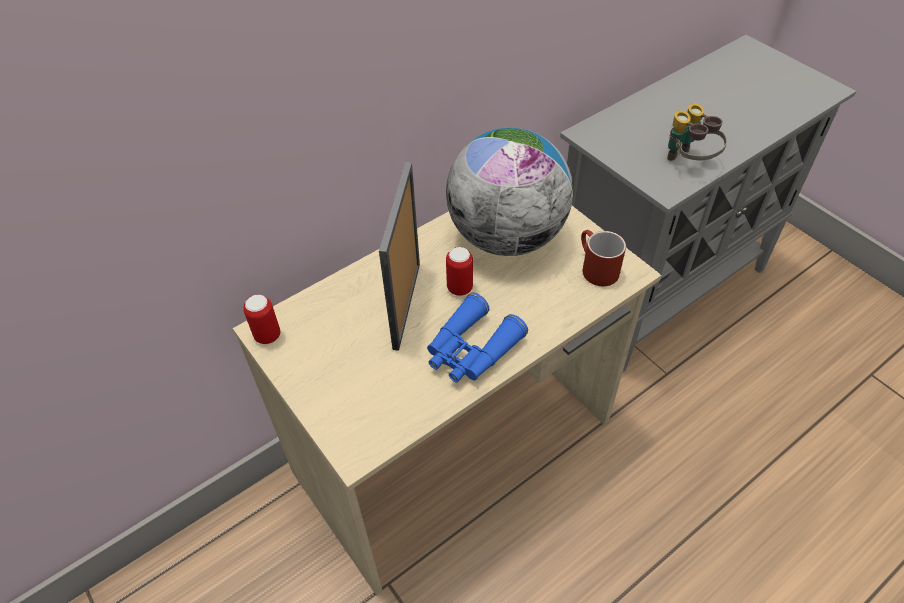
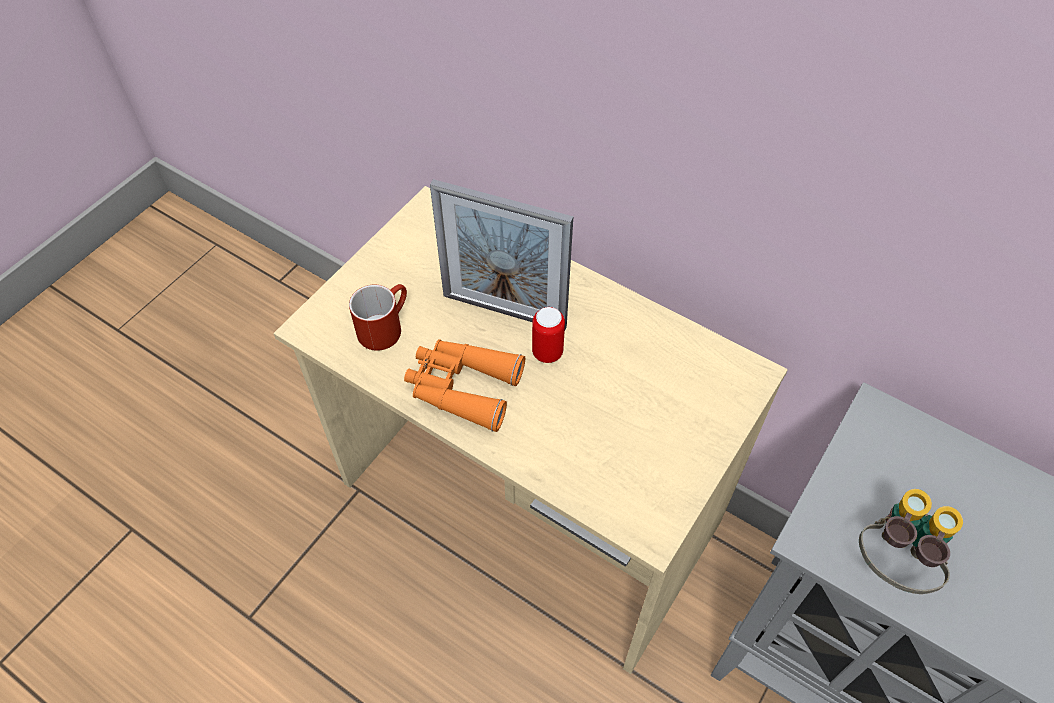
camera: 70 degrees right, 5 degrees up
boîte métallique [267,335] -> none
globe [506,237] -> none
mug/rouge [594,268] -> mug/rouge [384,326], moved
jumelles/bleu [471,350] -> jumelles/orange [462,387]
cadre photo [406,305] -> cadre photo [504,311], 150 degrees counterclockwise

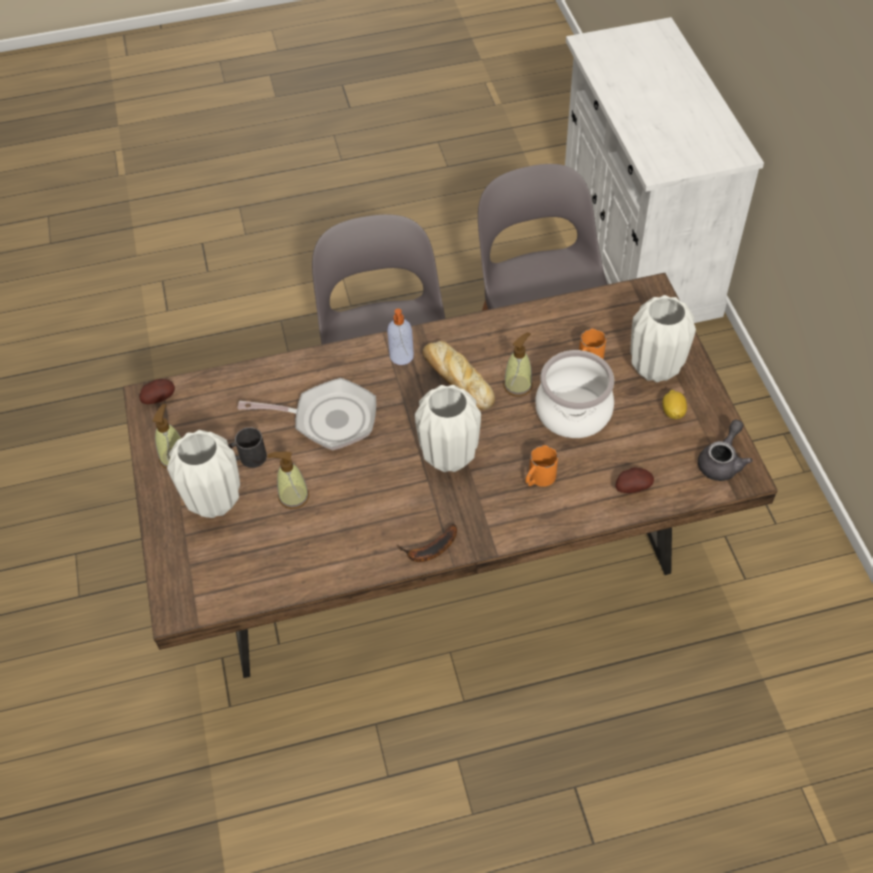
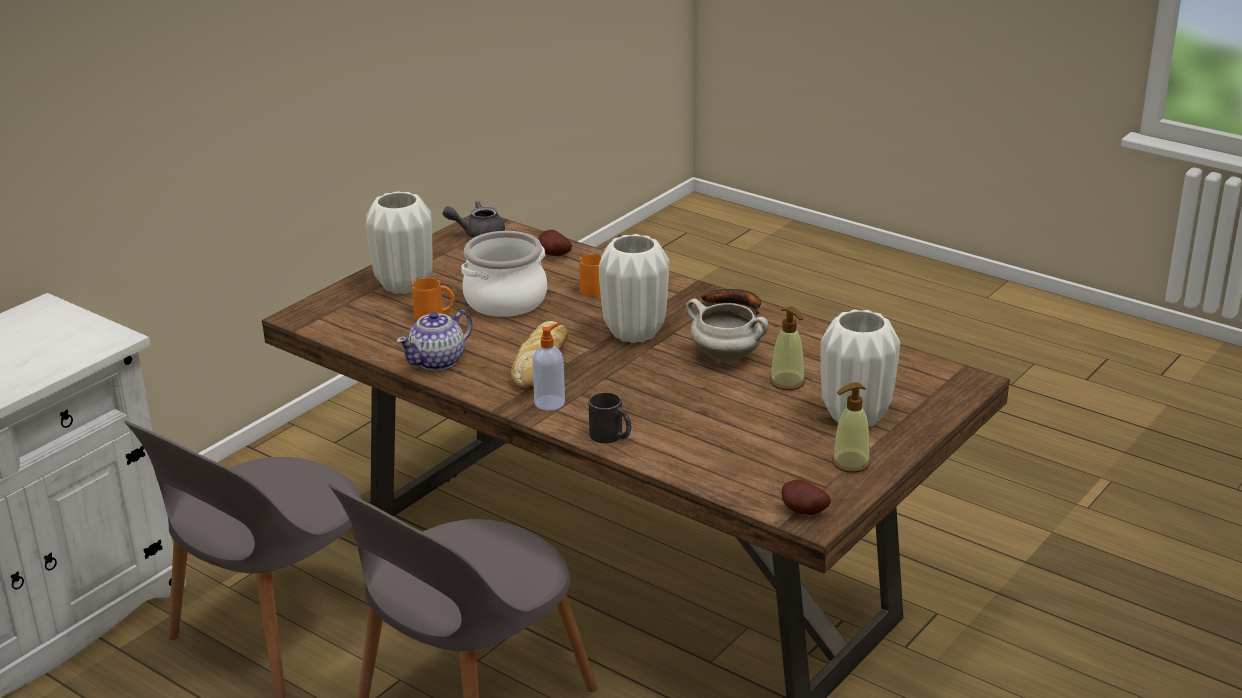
camera: 130 degrees left, 25 degrees down
poêle [328,419] -> none
distributeur de savon [518,385] -> none
citron [673,412] -> none
none -> théière [438,361]
none -> marmite/blanc [727,356]
mug/noir [247,458] -> mug/noir [611,436], moved

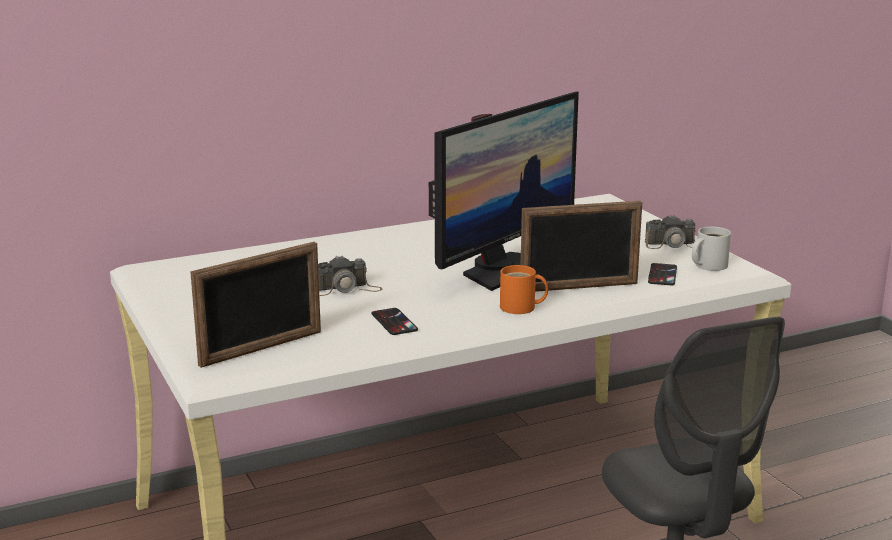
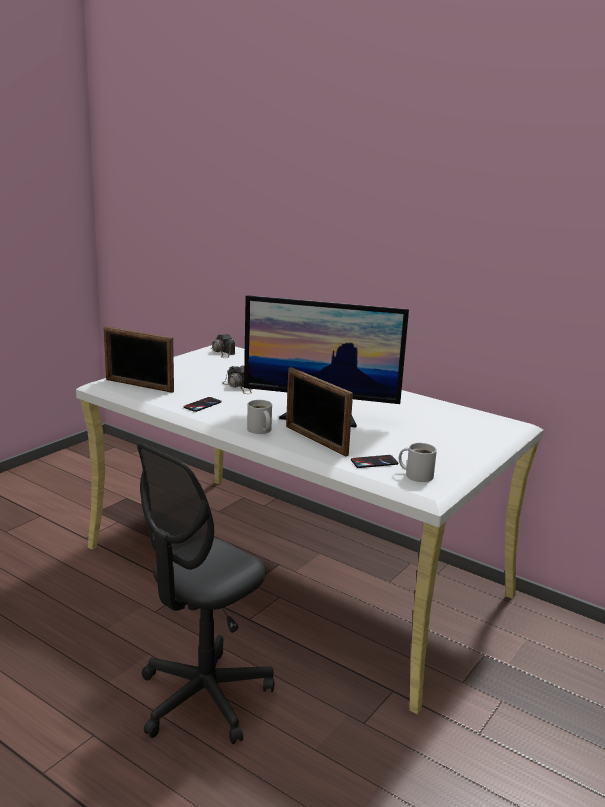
camera: 60 degrees right, 0 degrees up
appareil photo [676,245] -> appareil photo [222,352], moved
mug/orange [521,308] -> mug/blanc [259,430]

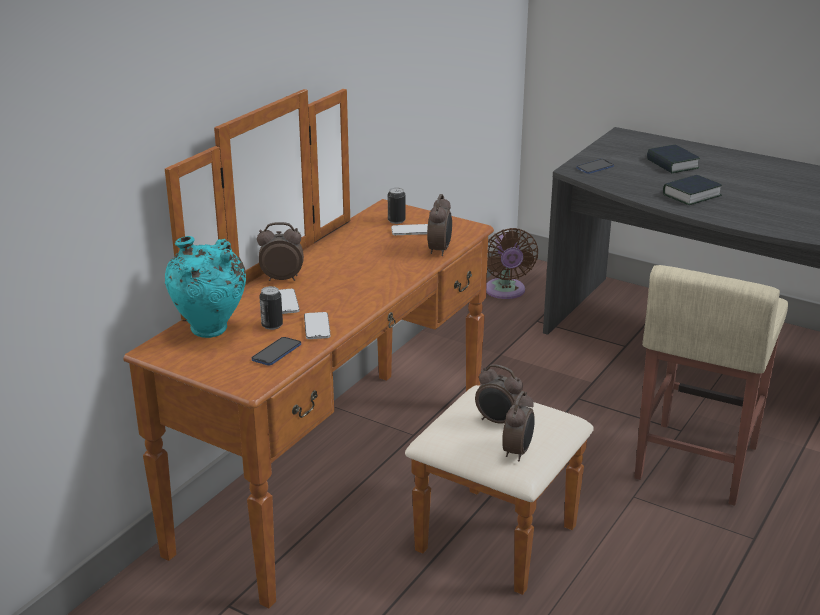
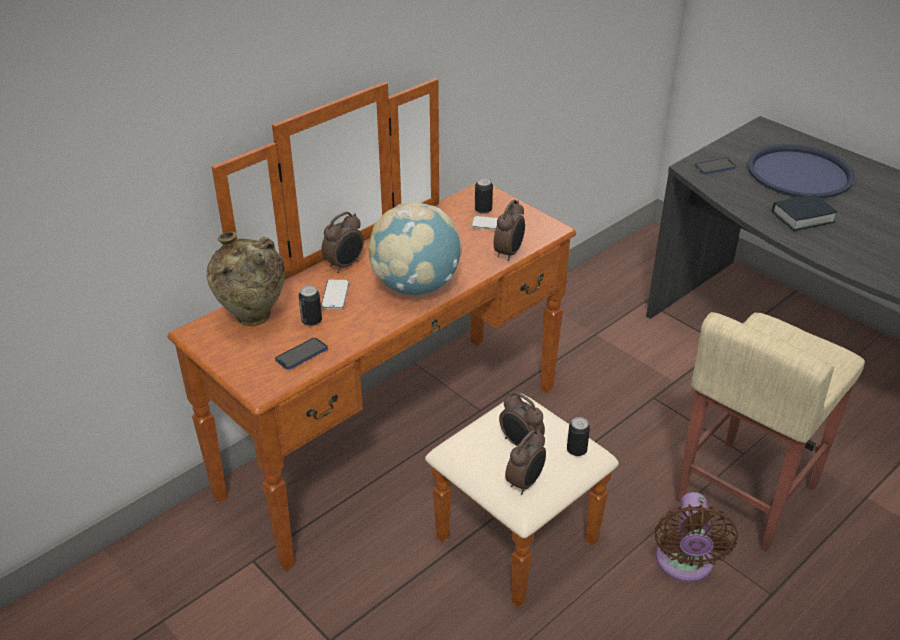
camera: 15 degrees right, 10 degrees up
téléphone [317,327] -> none
none -> globe [415,286]
none -> boîte métallique [576,450]
ventilateur/marron [505,292] -> ventilateur/marron [684,565], moved
livre [672,164] -> plateau/bleu [799,173]
vase/turquoise [211,332] -> vase/beige [253,320]
réveil [282,278] -> réveil [345,265], 120 degrees clockwise

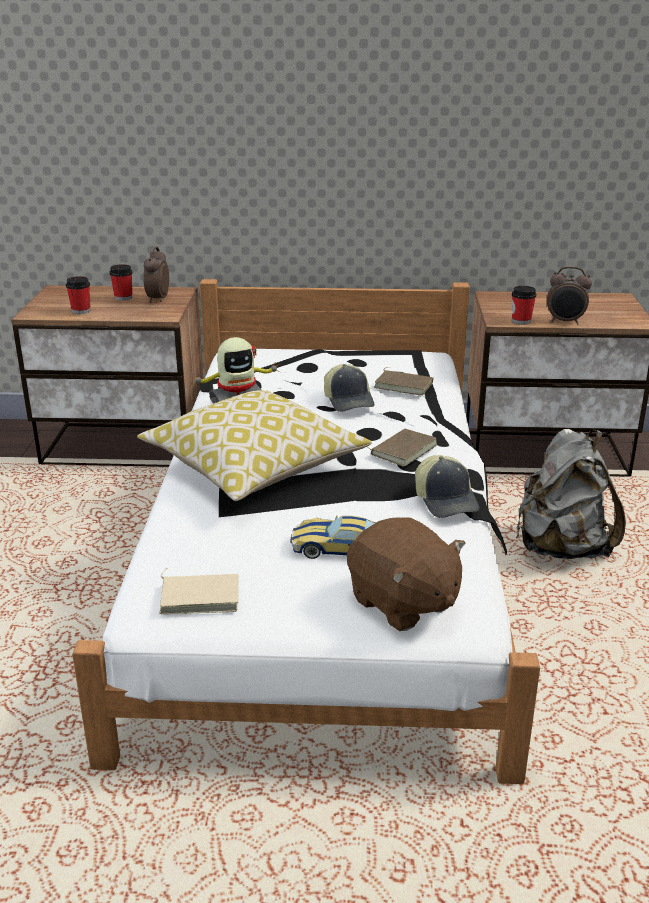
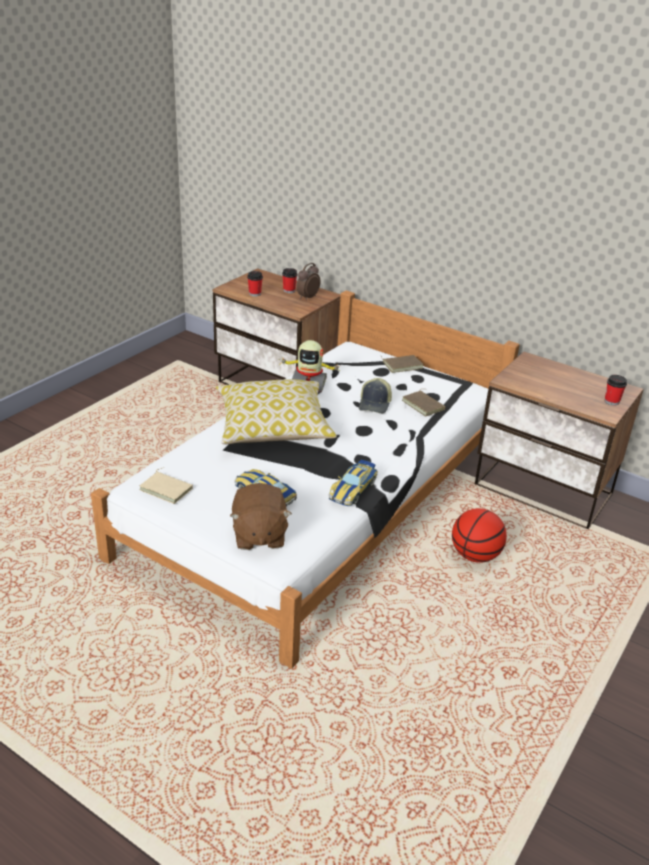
camera: 30 degrees right, 5 degrees up
réveil [565,322] -> none
livre/marron [402,450] -> livre/marron [402,365], moved
tasse [521,321] -> tasse [611,401], moved
casquette [446,500] -> petite voiture [353,489]
sac à dos/gris [561,548] -> ballon de basket [475,555]

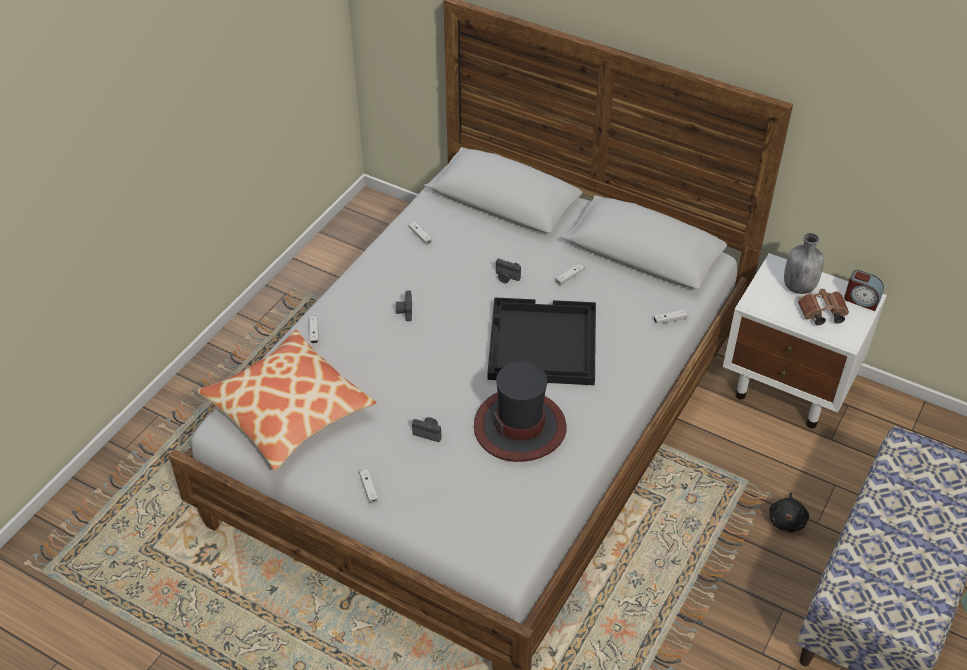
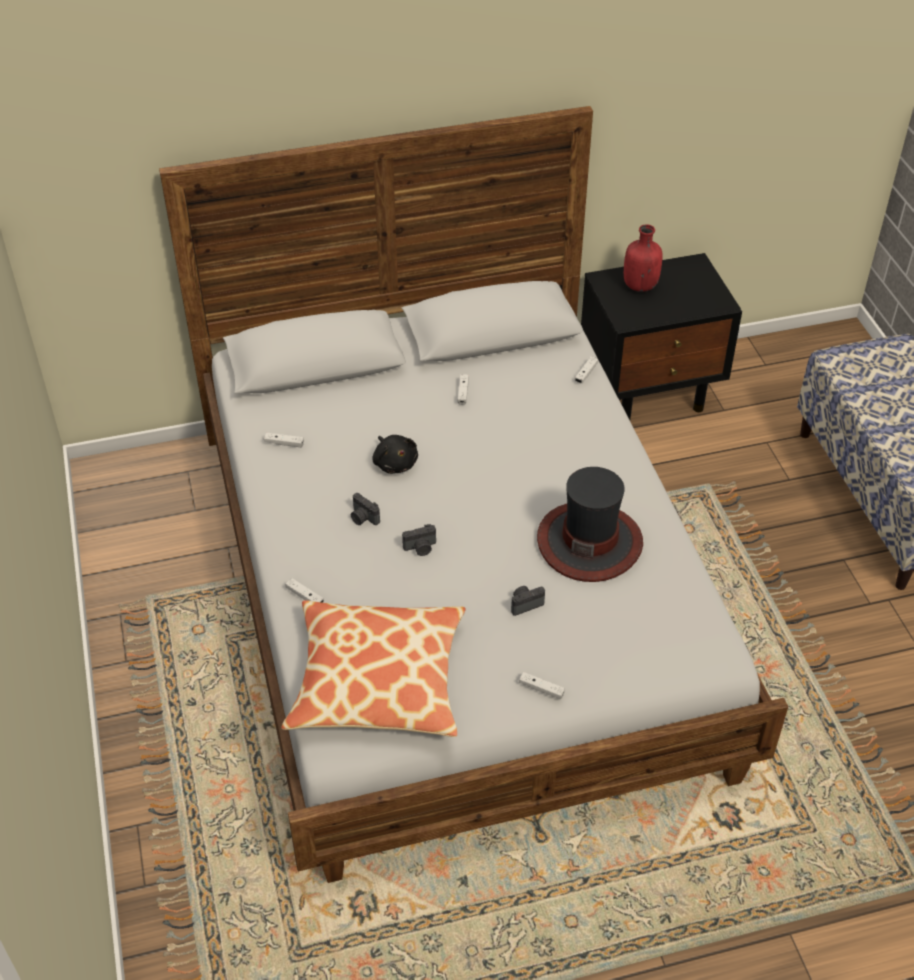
camera: 45 degrees left, 0 degrees up
plateau/noir [541,344] -> none
jumelles/marron [821,314] -> none
réveil [861,300] -> none
appareil photo [506,278] -> appareil photo [420,548], moved
peluche/noir [787,520] -> peluche/noir [395,463], moved
table de chevet/blanc [789,387] -> table de chevet/noir [650,391]
bouteille/gris [798,286] -> bouteille/rouge [639,285]

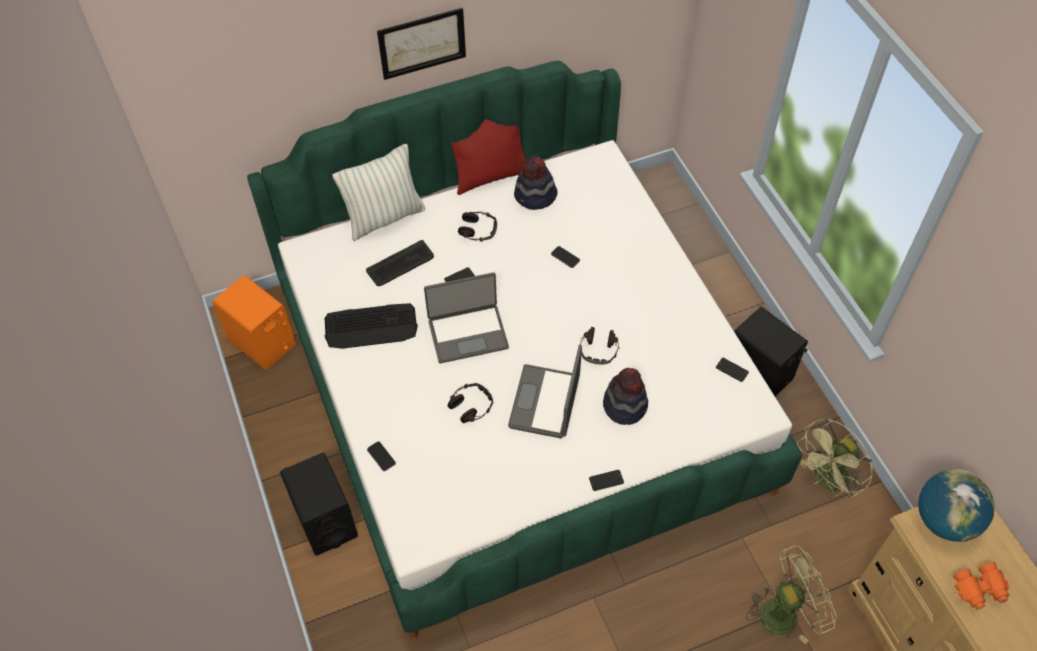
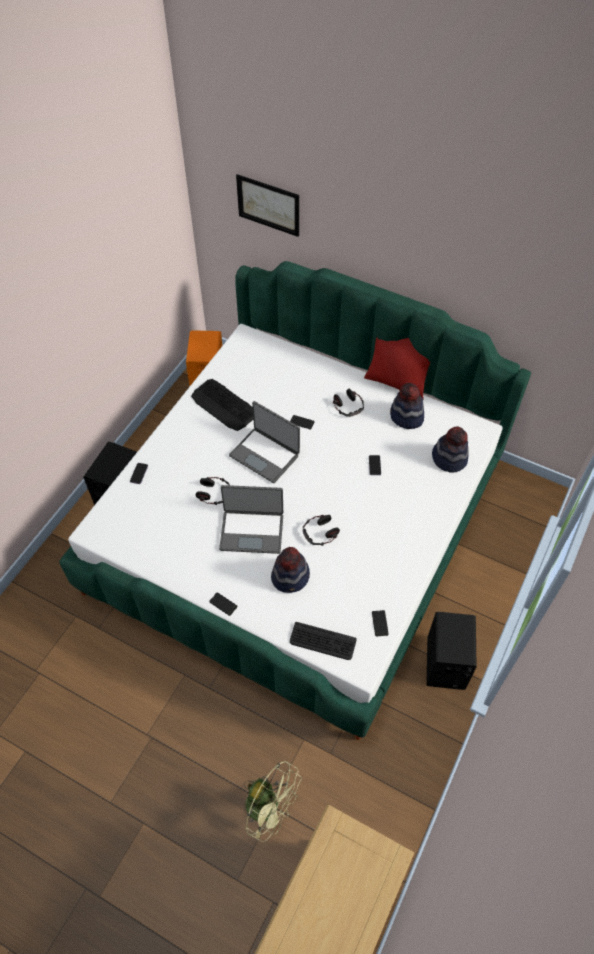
camera: 50 degrees right, 0 degrees up
coussin [384,217] -> none
ventilateur/vert [827,481] -> none
globe [944,520] -> none
jumelles/orange [979,590] -> none
none -> chapeau [449,458]
clavier [400,264] -> clavier [322,641], moved
tableau [422,43] -> tableau [268,205], moved
ordinateur portable [546,402] -> ordinateur portable [252,531], 150 degrees counterclockwise

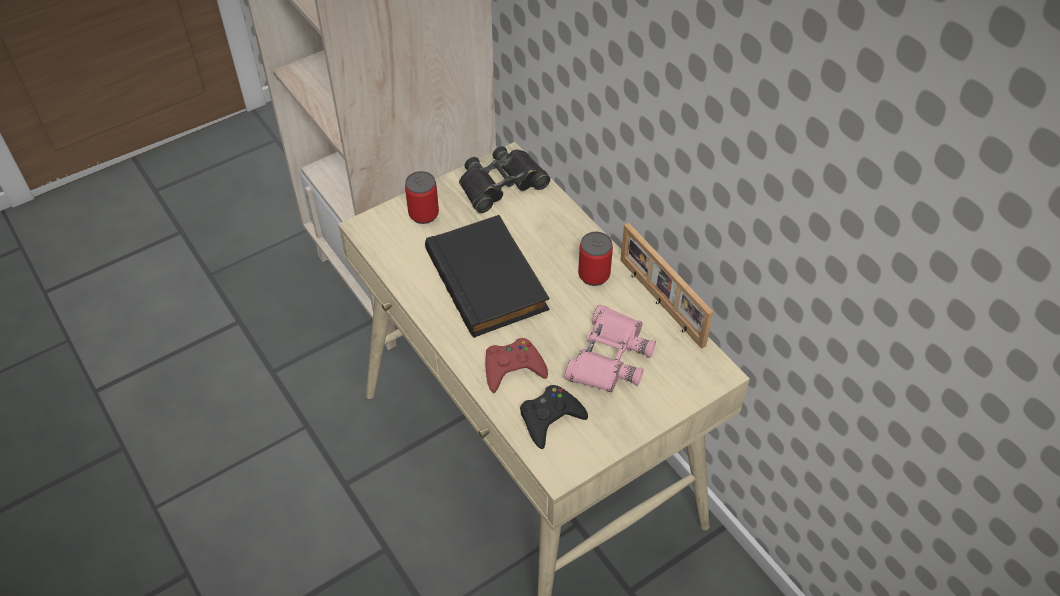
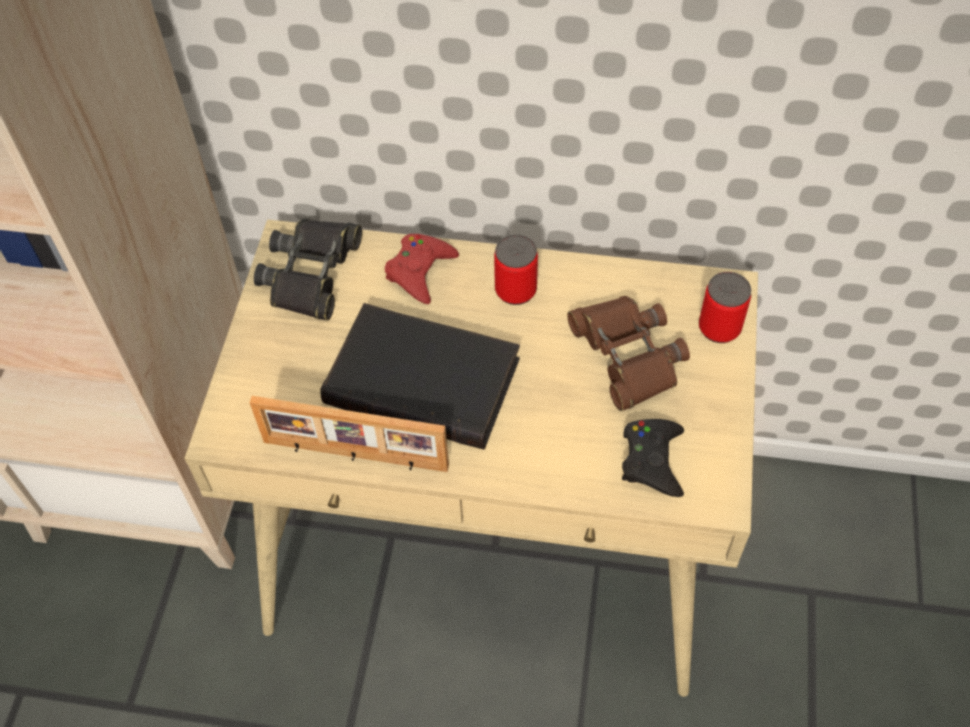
camera: 45 degrees left, 5 degrees up
boîte métallique [423,214] -> boîte métallique [719,327], moved
manette/rouge [513,368] -> manette/rouge [420,271], moved
cadre photo [660,302] -> cadre photo [354,456], moved
jumelles/rose [609,357] -> jumelles/marron [627,355]

